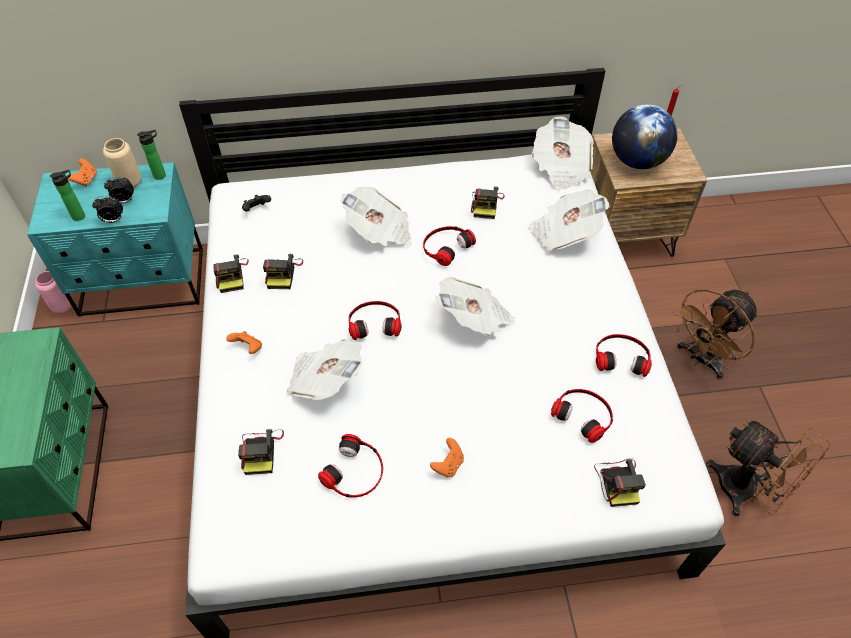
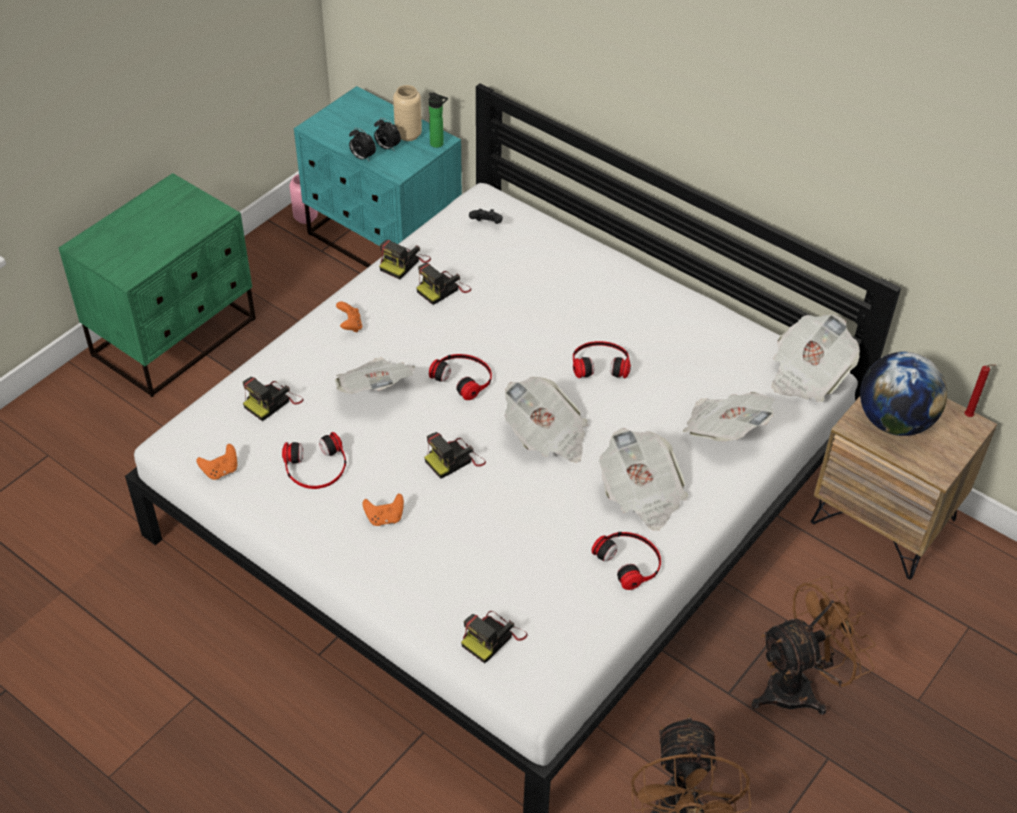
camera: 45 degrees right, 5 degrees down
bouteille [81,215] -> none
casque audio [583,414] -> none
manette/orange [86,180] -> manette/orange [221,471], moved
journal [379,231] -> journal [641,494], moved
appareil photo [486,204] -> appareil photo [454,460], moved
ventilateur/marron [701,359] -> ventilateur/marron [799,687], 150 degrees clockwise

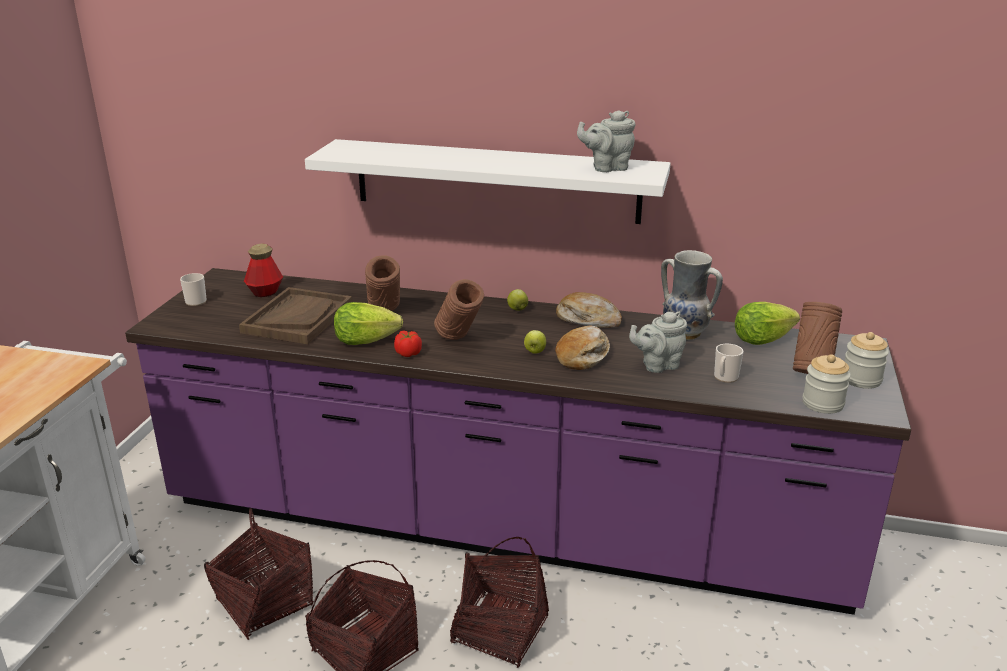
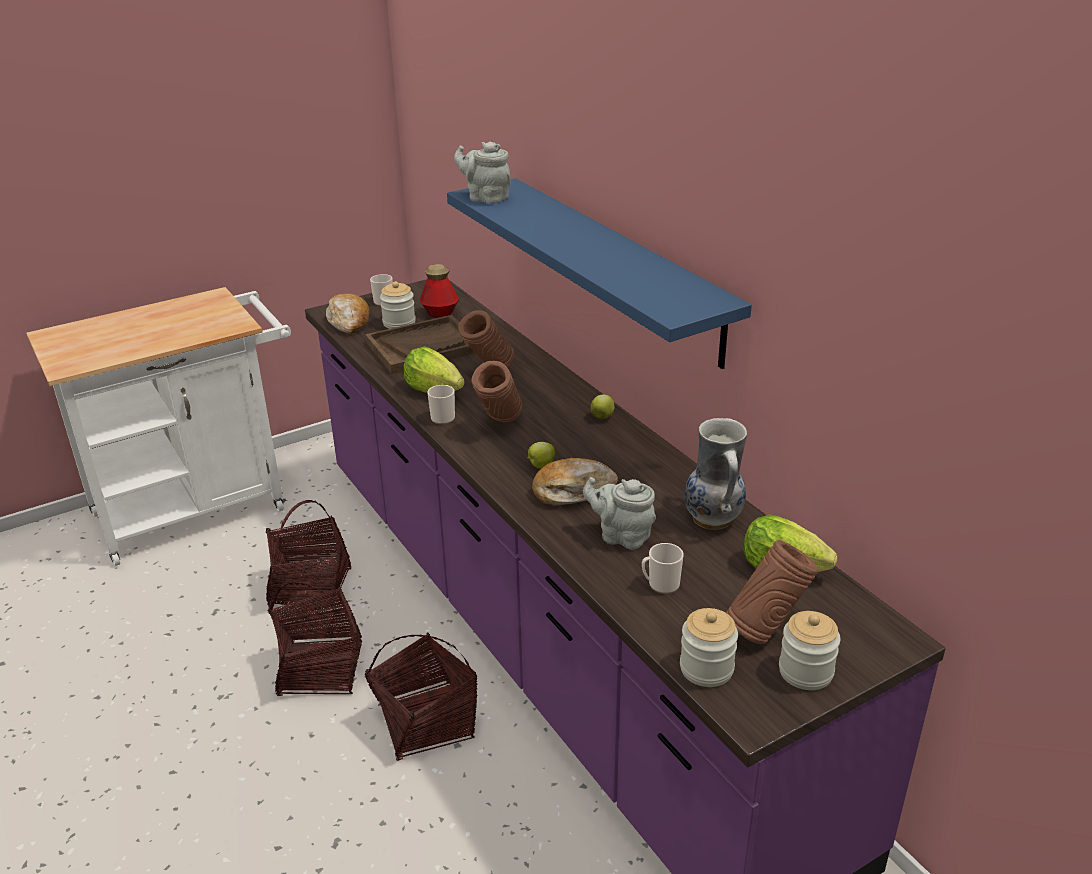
camera: 45 degrees right, 5 degrees up
none -> bocal [399,323]
pain [588,319] -> pain [349,321], moved
théière/gris [607,168] -> théière/gris [485,198], moved
tomate [408,353] -> mug [444,416]
étagère/blanc [496,181] -> étagère/bleu [616,267]

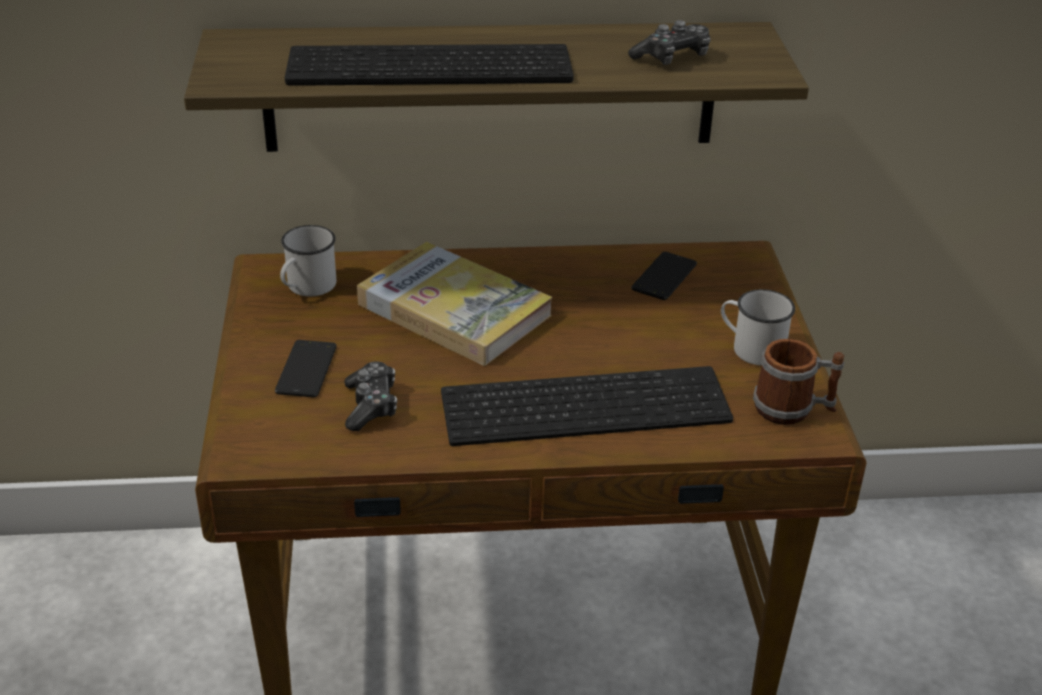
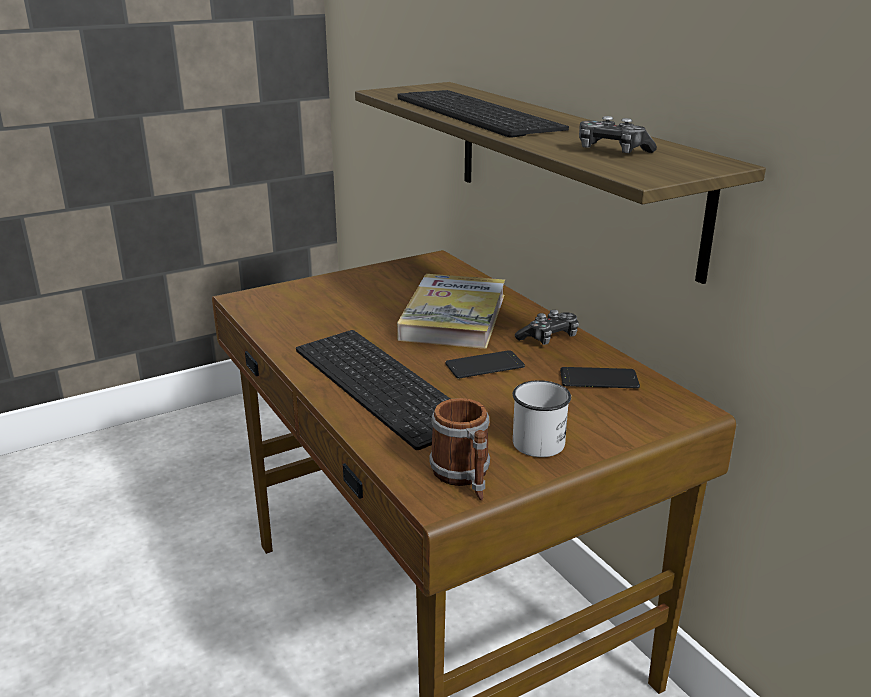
camera: 65 degrees right, 10 degrees down
mug/blanc [306,287] -> none
téléphone [306,369] -> téléphone [485,366], moved
manette [371,405] -> manette [549,338], moved

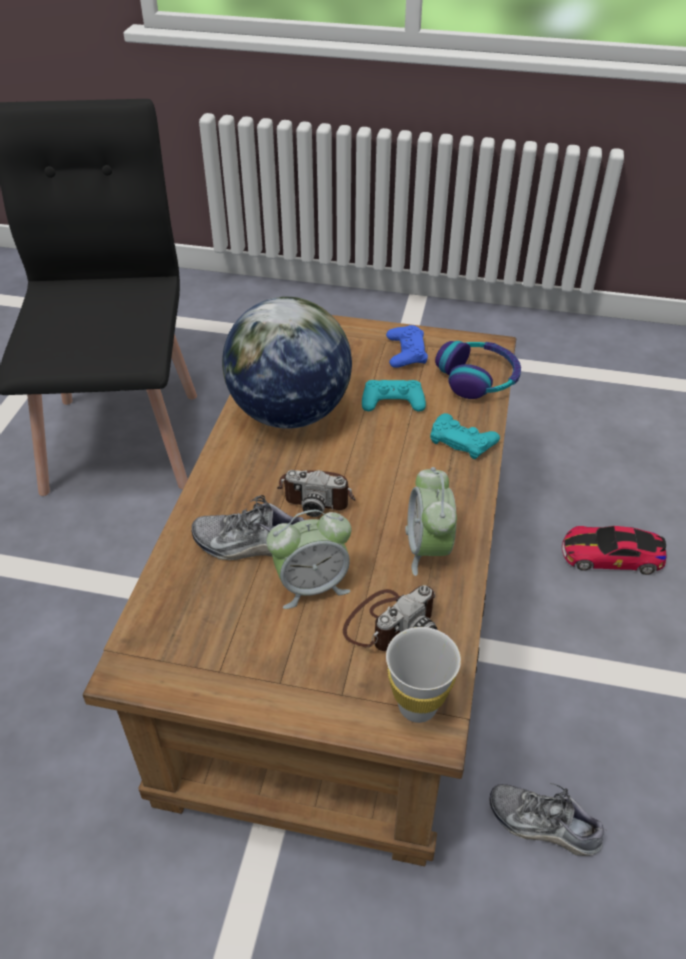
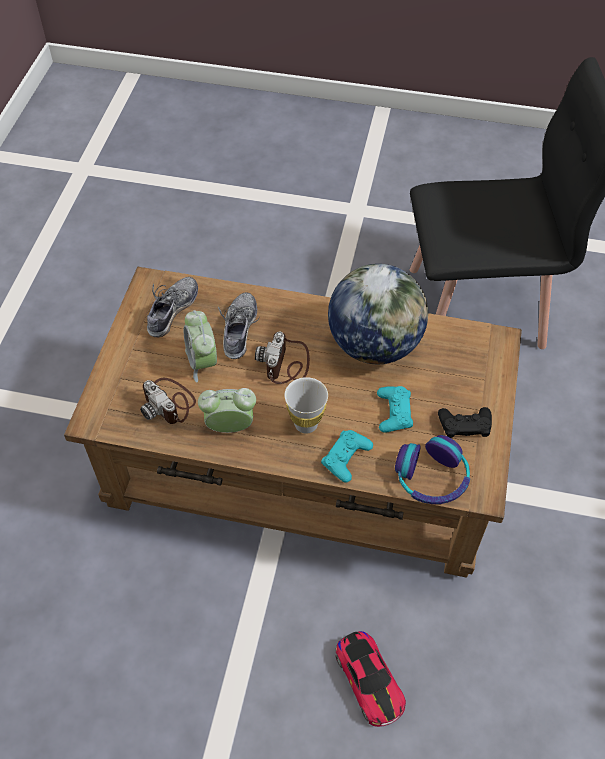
camera: 90 degrees right, 10 degrees up
tasse/blanc [417,706] -> tasse/blanc [306,424], moved
chaussure [543,825] -> chaussure [172,311], moved
manette/bleu [406,352] -> manette/noir [465,424]
petite voiture [611,556] -> petite voiture [369,680], 150 degrees clockwise

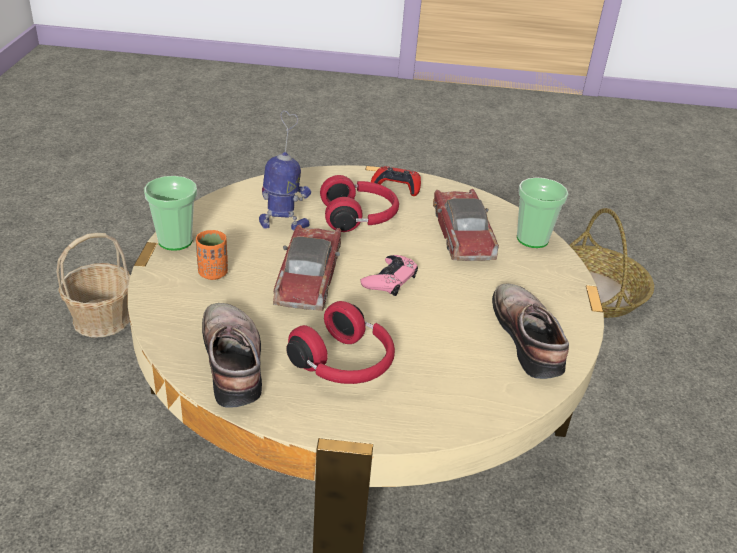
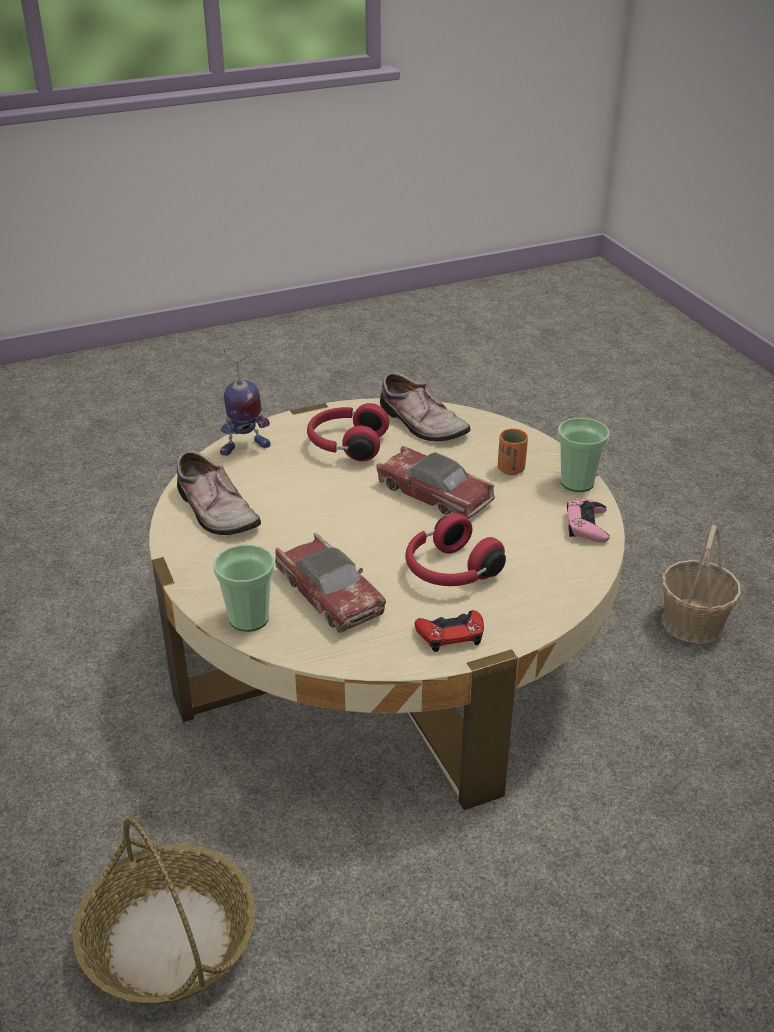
camera: 155 degrees right, 0 degrees up
robot jouet [284,224] -> robot jouet [244,448], moved
manette/rose [390,280] -> manette/rose [587,526], moved
petite voiture [308,277] -> petite voiture [434,494], 150 degrees clockwise

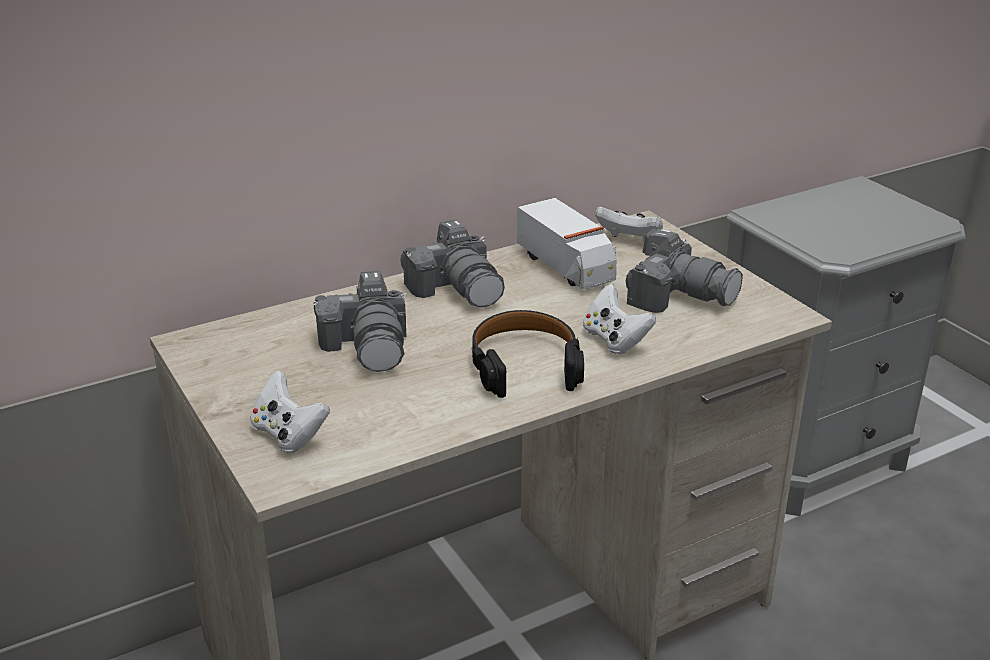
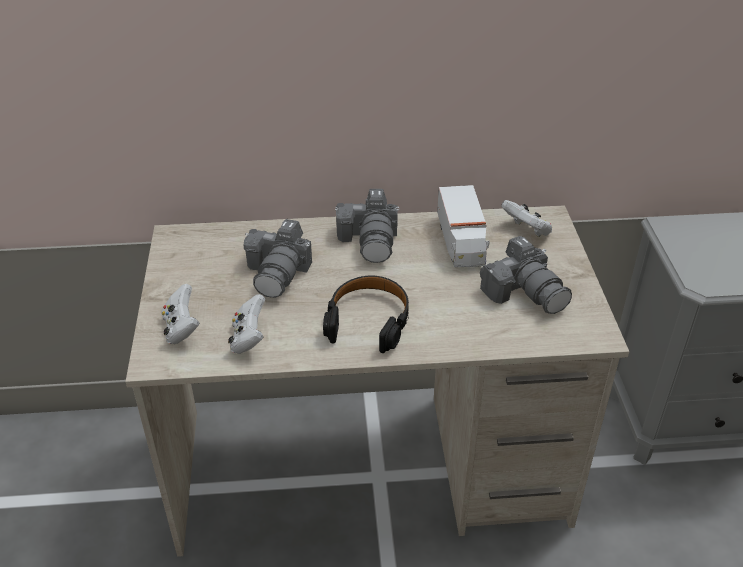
camera: 25 degrees right, 10 degrees up
manette/blanc [614,340] -> manette/blanc [248,338], moved

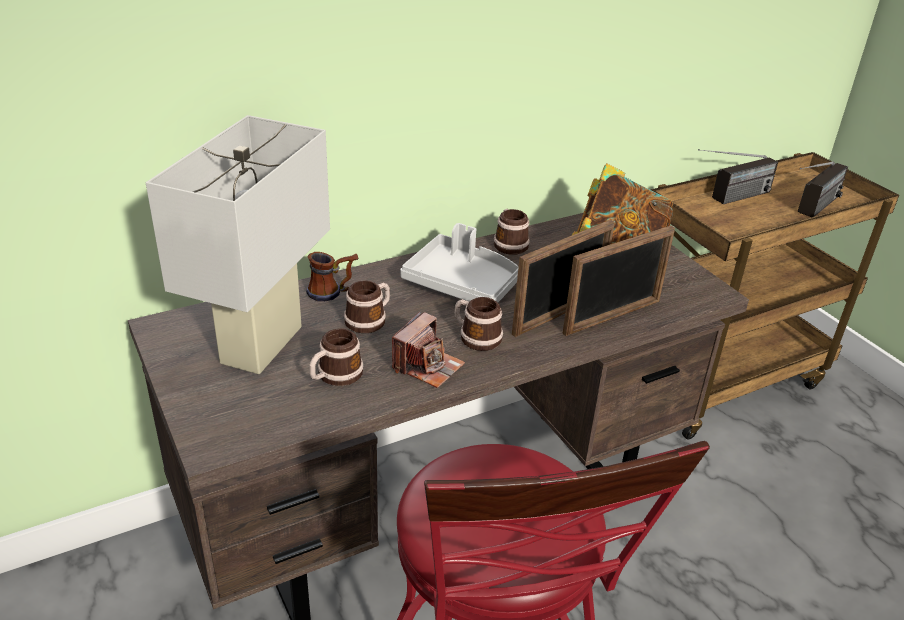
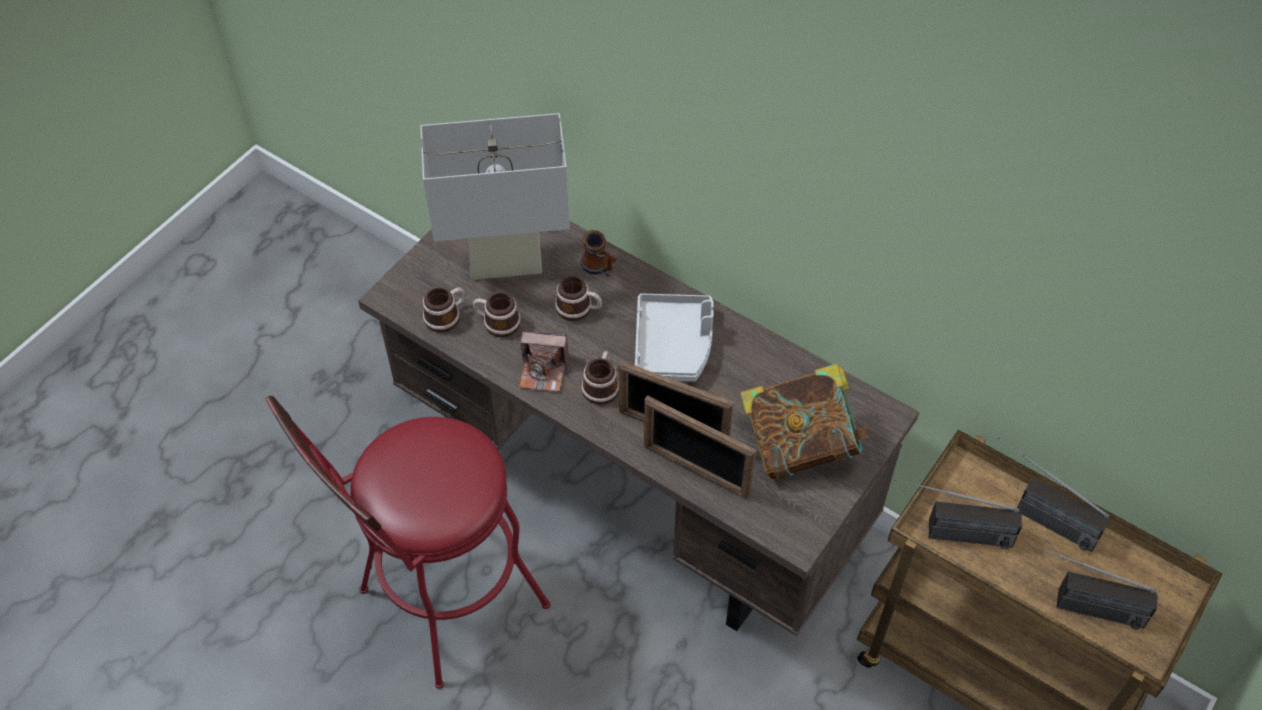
camera: 65 degrees right, 20 degrees up
none -> radio [947,533]
mug [509,243] -> mug [446,316], moved

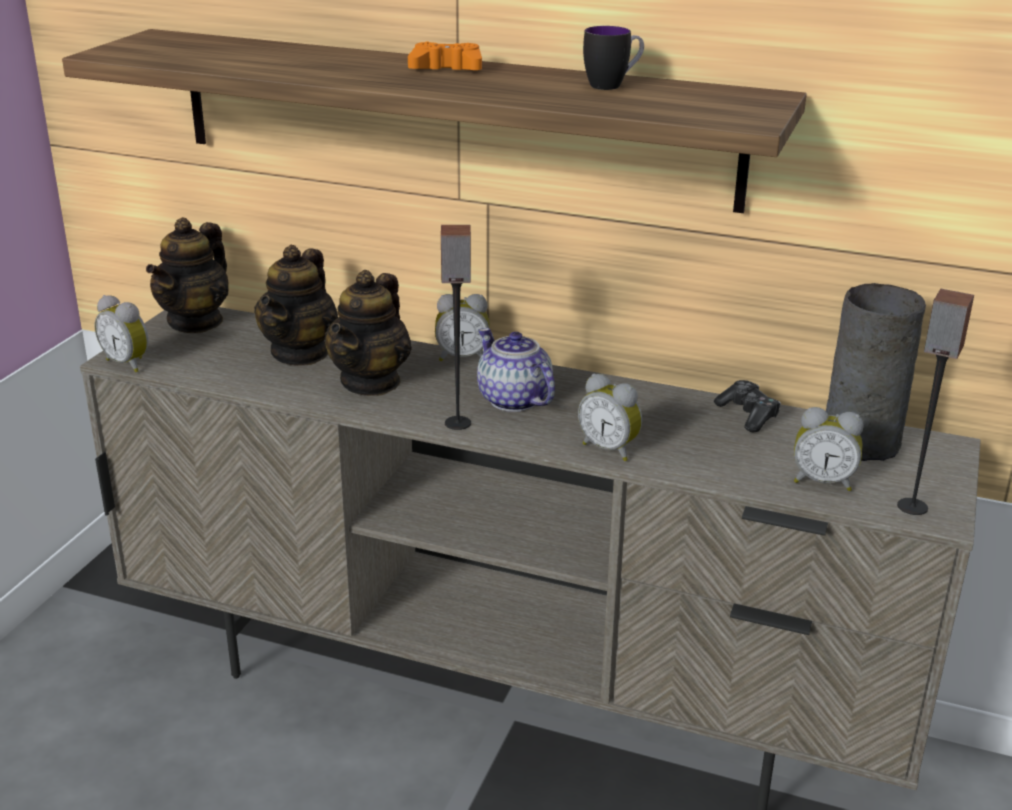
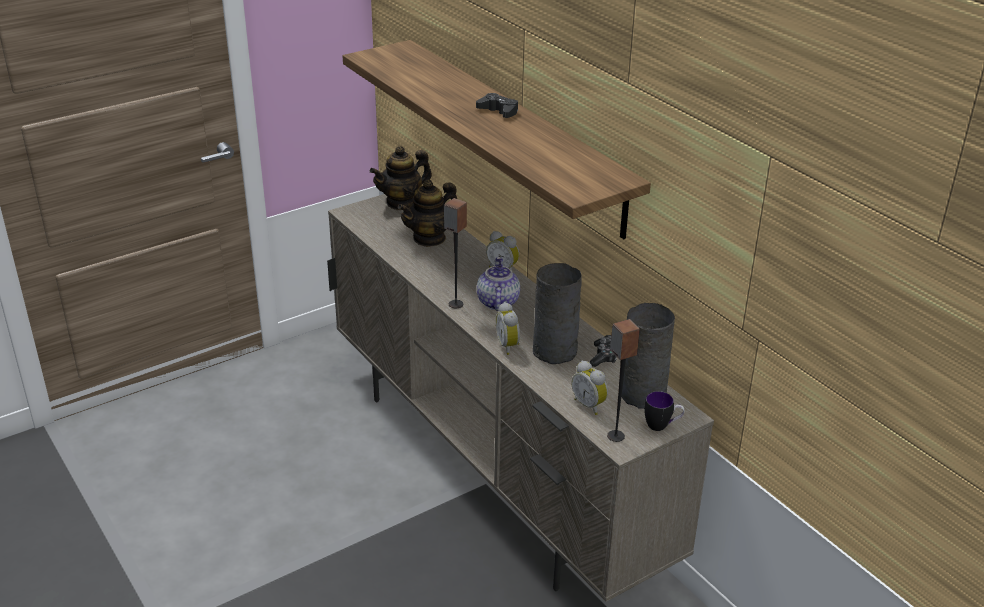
camera: 35 degrees right, 5 degrees up
réveil [129,363] -> none
théière [371,382] -> none
none -> vase/gris [556,352]
mug [613,85] -> mug [662,426], moved
manette/orange [446,68] -> manette/noir [498,111]

